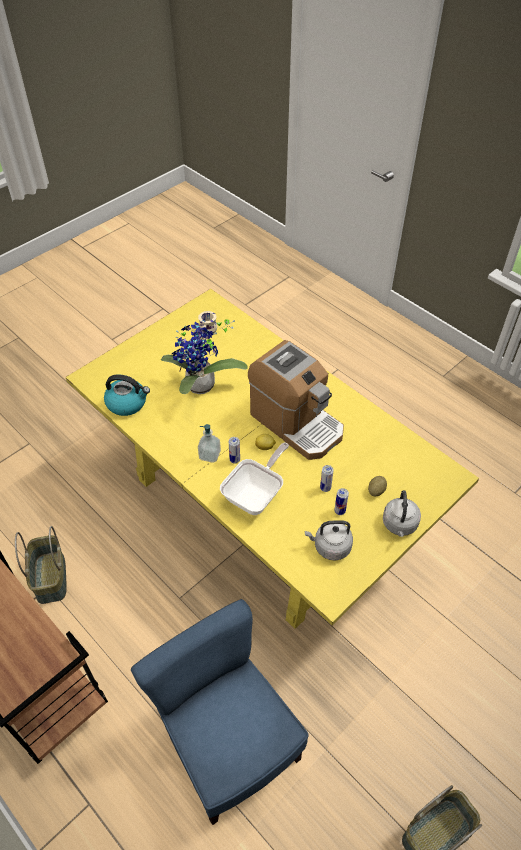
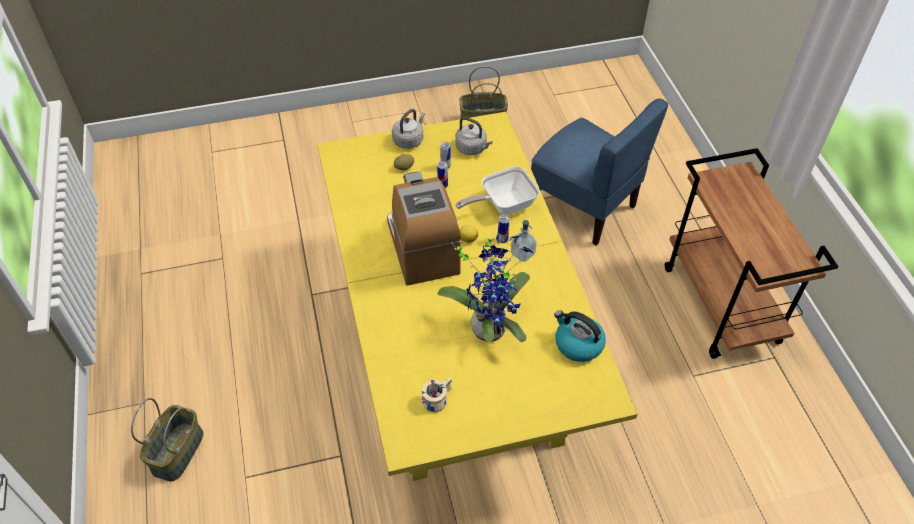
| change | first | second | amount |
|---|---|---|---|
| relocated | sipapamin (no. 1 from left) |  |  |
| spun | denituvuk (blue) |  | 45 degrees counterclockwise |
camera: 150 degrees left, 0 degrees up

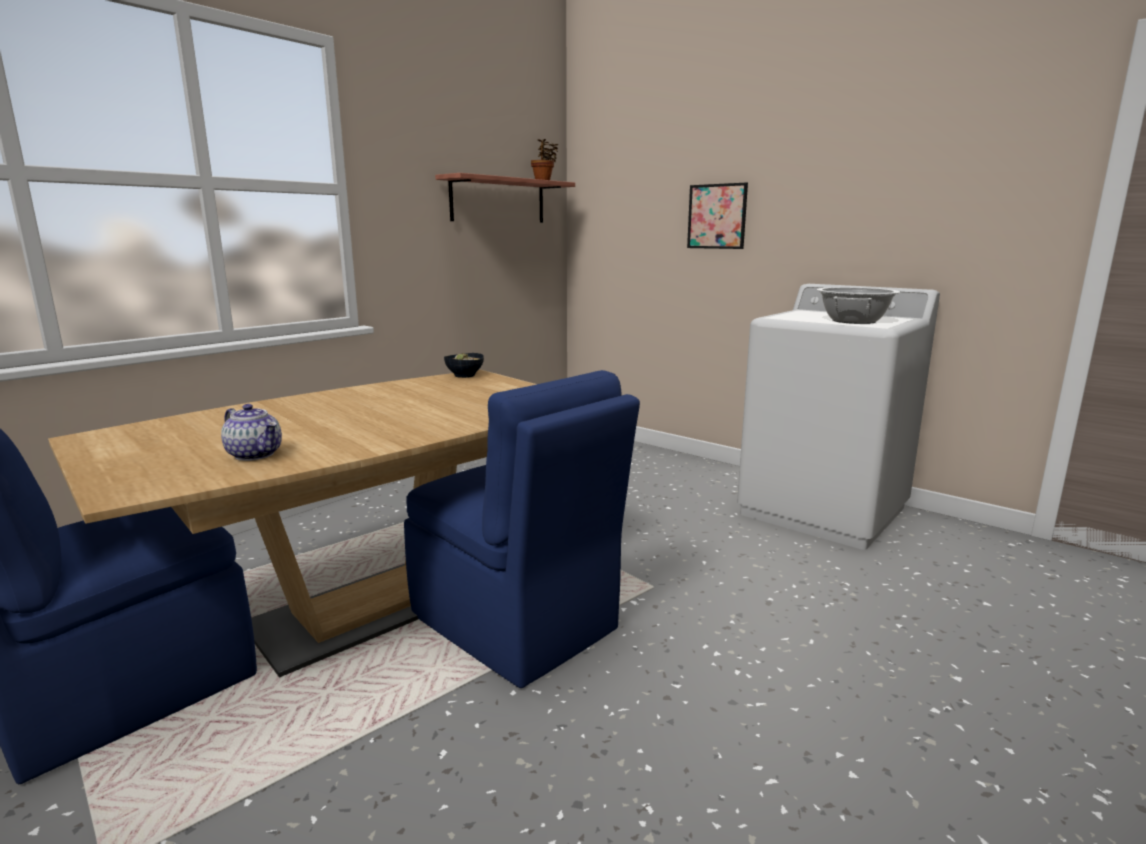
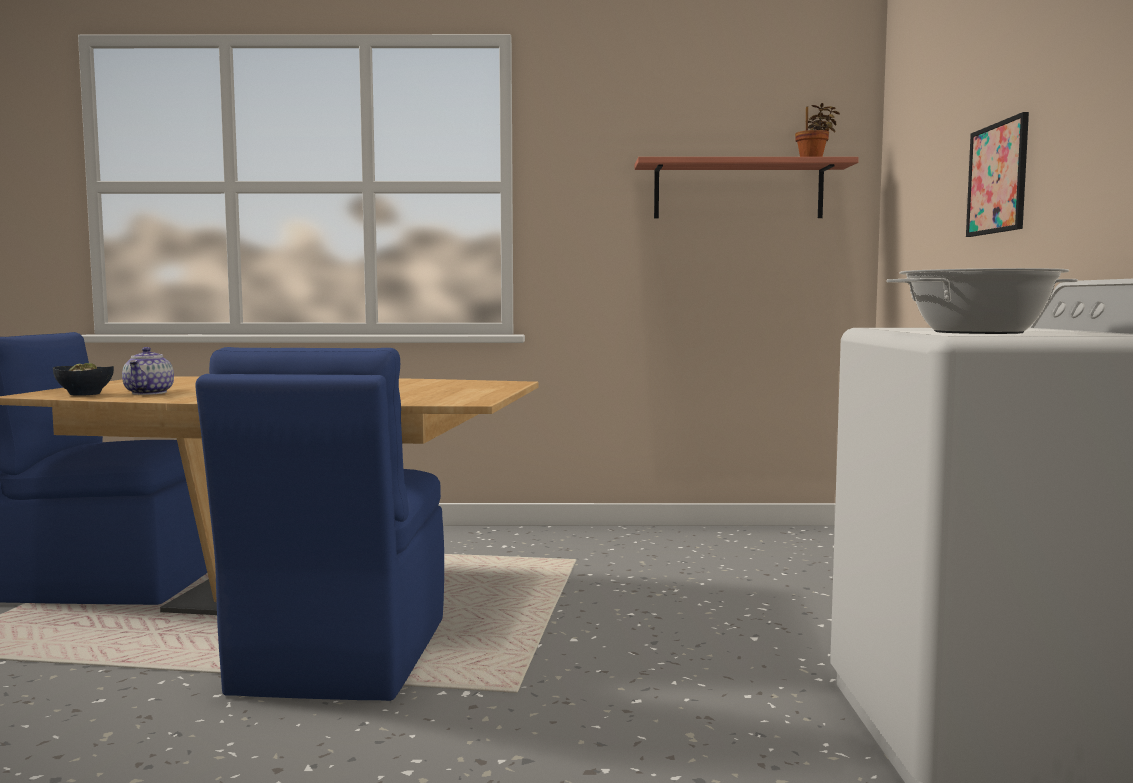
| change | first | second | amount |
|---|---|---|---|
| relocated | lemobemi |  |  |
camera: 50 degrees right, 10 degrees down

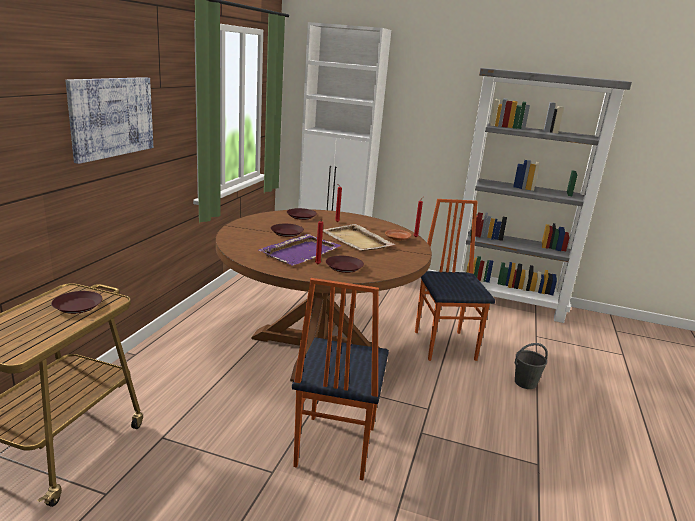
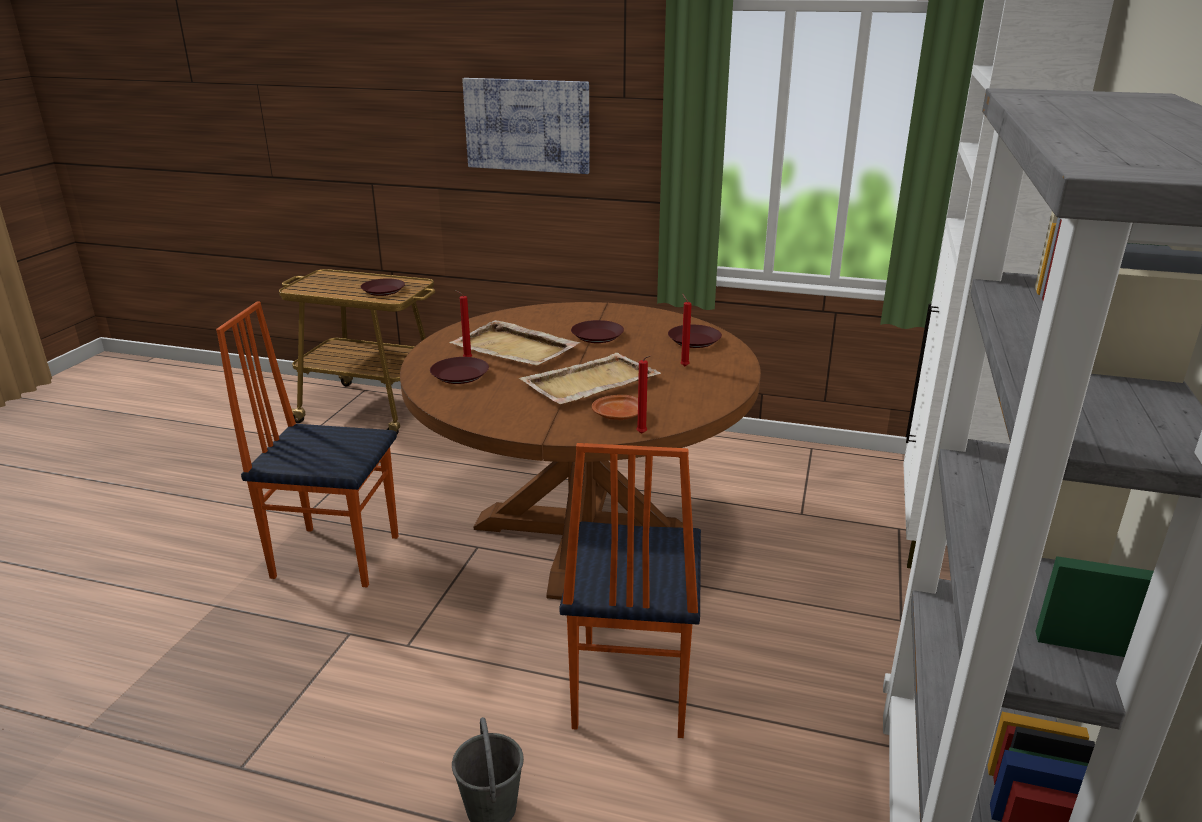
| change | first | second | amount |
|---|---|---|---|
| spun | denituvuk (no. 2 from left) |  | 105 degrees clockwise |
| colour | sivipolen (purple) | sivipolen (beige) (no. 1 from left) |  |
camera: 90 degrees right, 5 degrees up

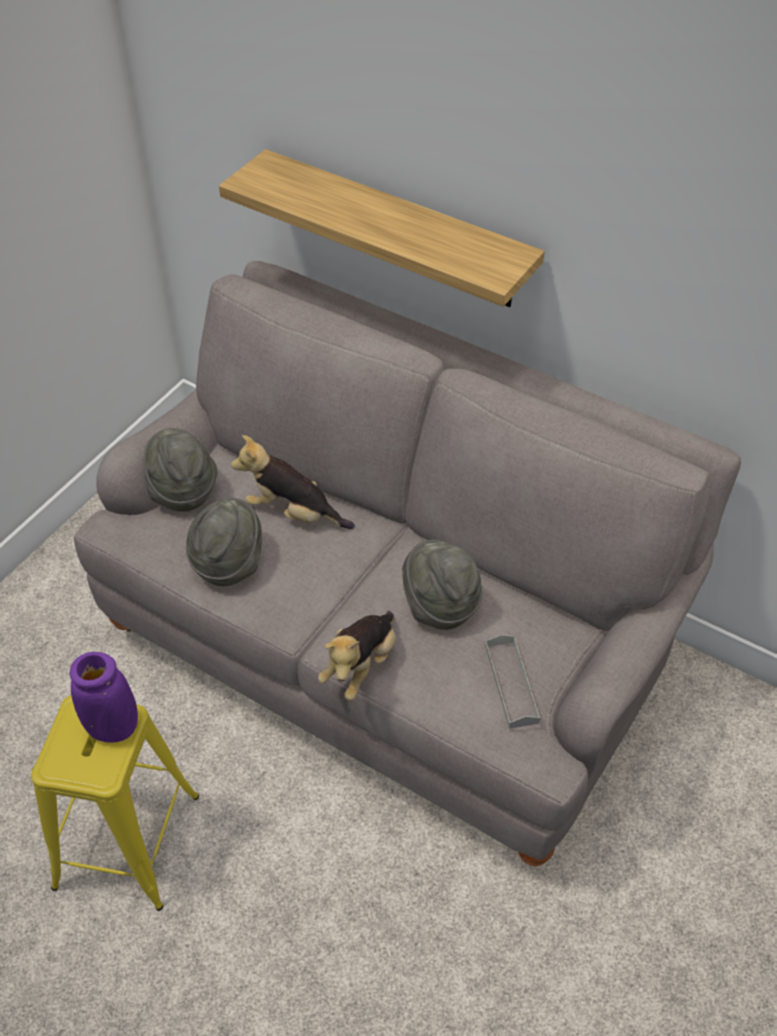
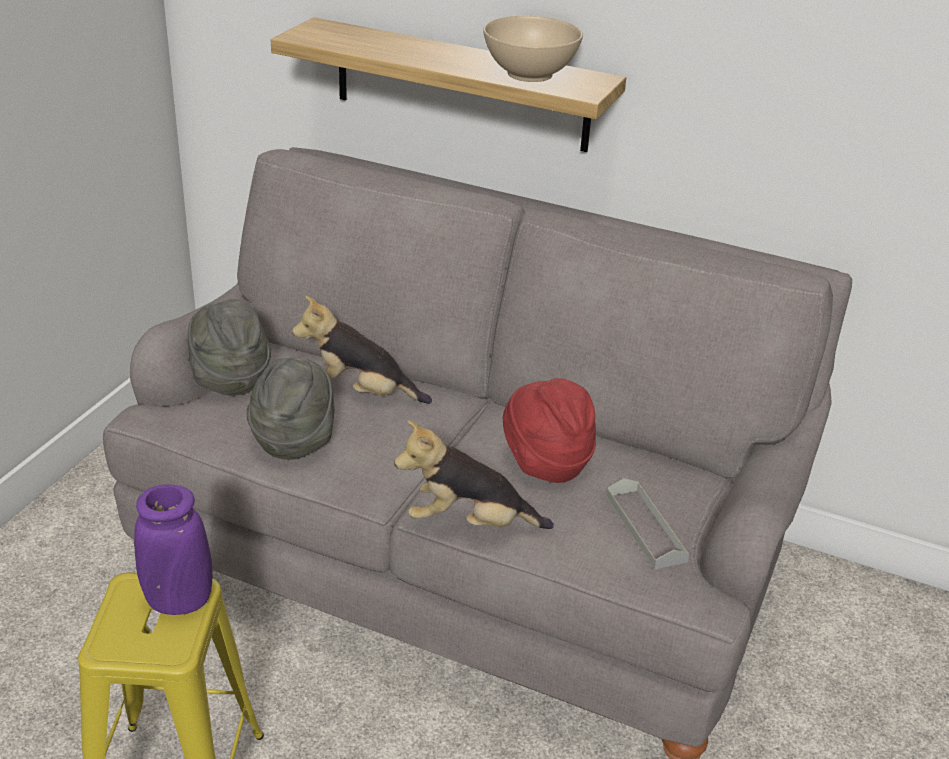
| change | first | second | amount |
|---|---|---|---|
| colour | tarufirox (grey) (no. 3 from left) | tarufirox (red) |  |
| spun | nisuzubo (no. 2 from left) |  | 75 degrees clockwise |
| appeared |  | lemobemi (beige) |  |
camera: 10 degrees left, 15 degrees down

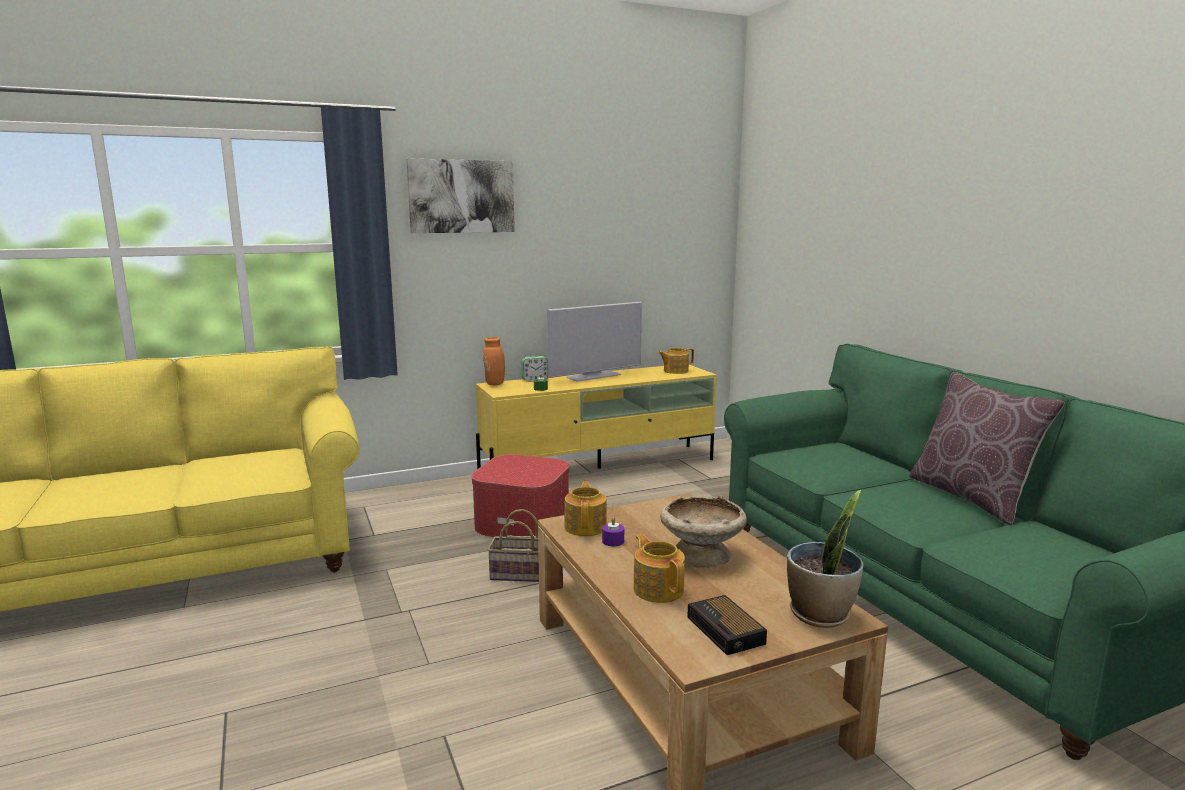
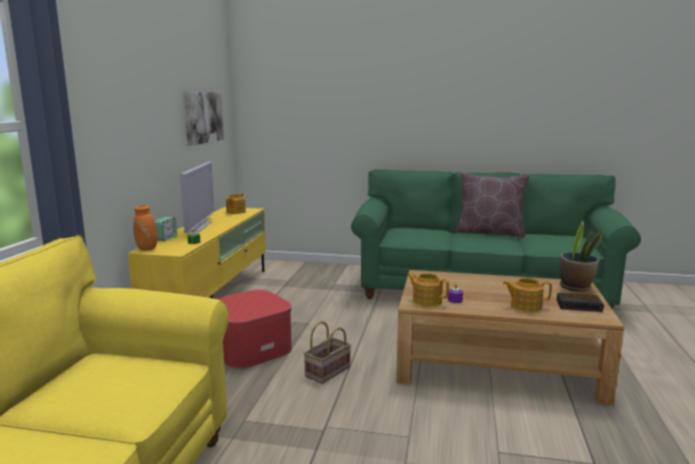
| change | first | second | amount |
|---|---|---|---|
| relocated | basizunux |  |  |
| missing | lemobemi (beige) |  |  |
camera: 55 degrees left, 0 degrees up

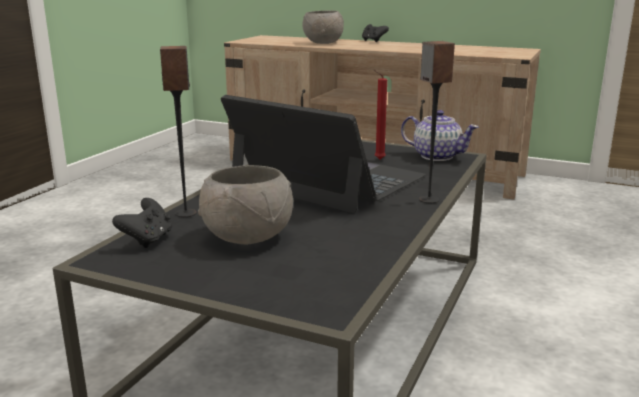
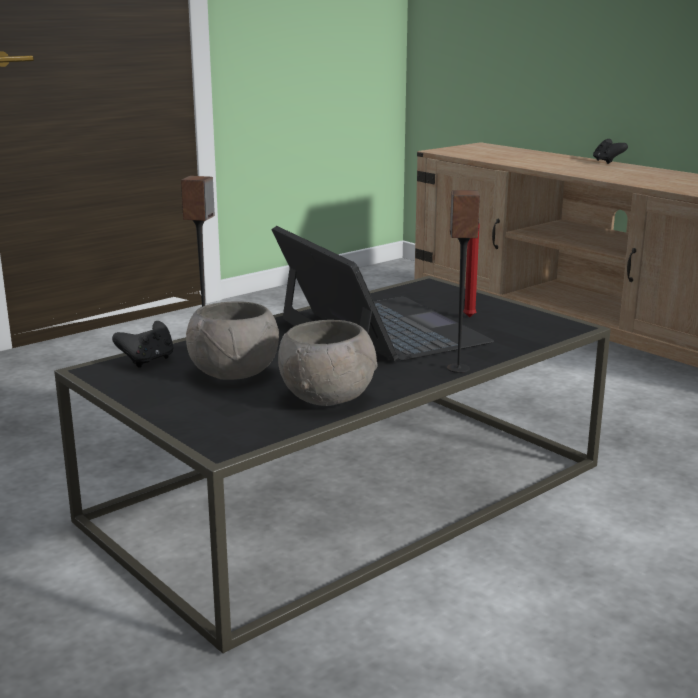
| change | first | second | amount |
|---|---|---|---|
| relocated | lemobemi (grey) (no. 2 from left) |  |  |
| missing | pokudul |  |  |
camera: 25 degrees right, 0 degrees up

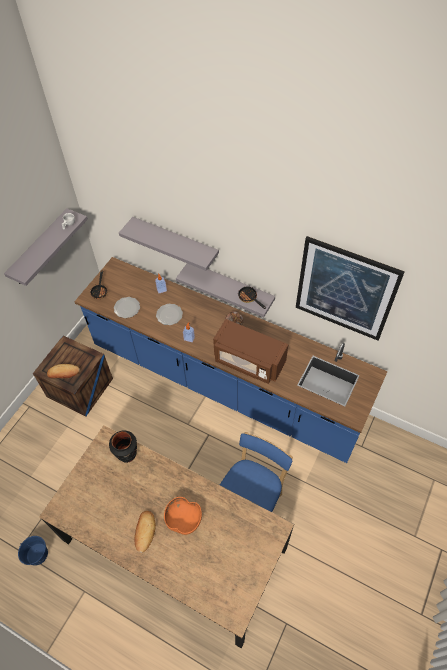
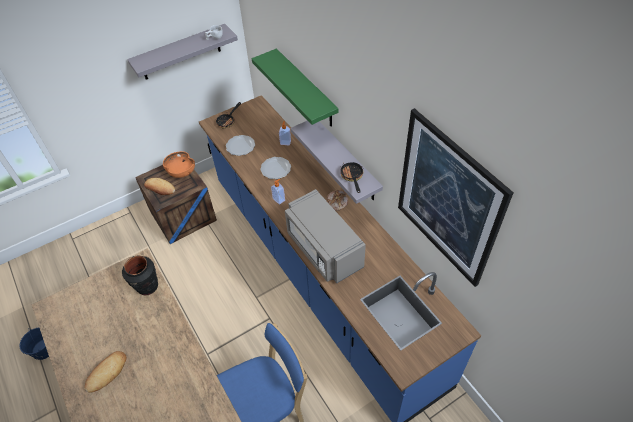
| change | first | second | amount |
|---|---|---|---|
| colour | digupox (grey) (no. 2 from left) | digupox (green) |  |
| colour | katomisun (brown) | katomisun (grey) |  |
| relocated | lemobemi (orange) |  |  |
camera: 30 degrees right, 5 degrees down

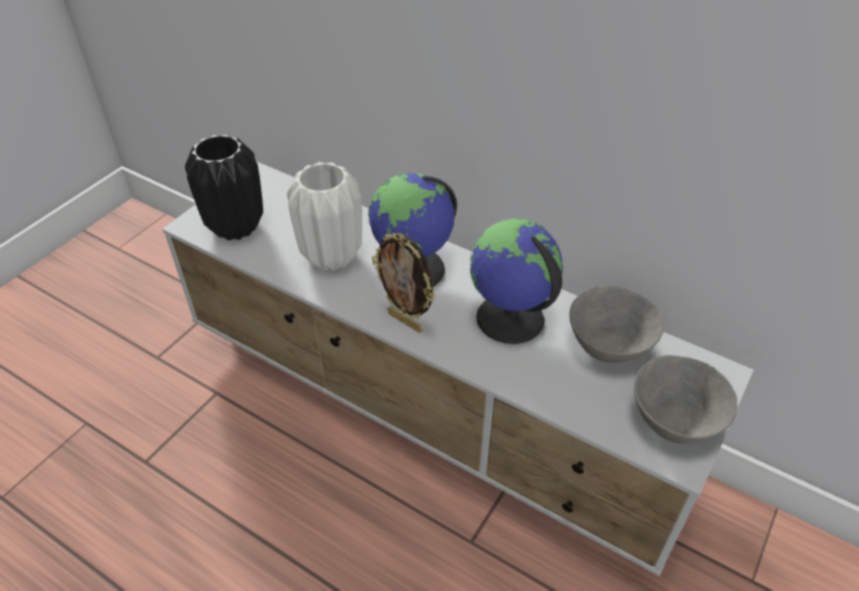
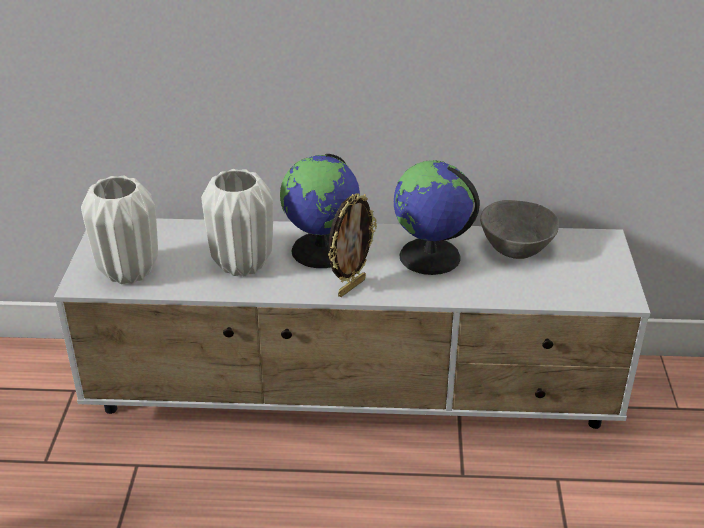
| change | first | second | amount |
|---|---|---|---|
| colour | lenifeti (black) | lenifeti (white) (no. 1 from left) |  |
| spun | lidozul |  | 60 degrees counterclockwise |
| missing | lemobemi (grey) (no. 2 from left) |  |  |
camera: 30 degrees left, 10 degrees down

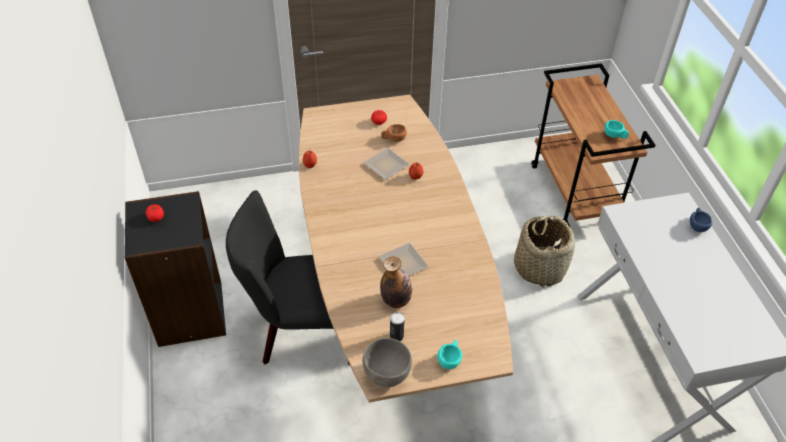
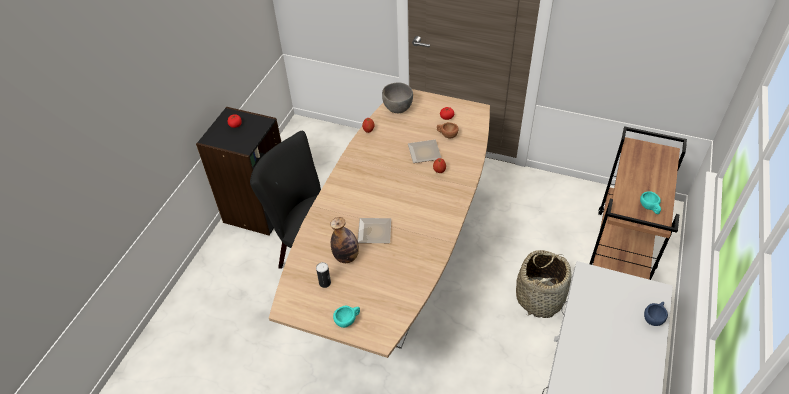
| change | first | second | amount |
|---|---|---|---|
| relocated | lemobemi (grey) |  |  |
camera: 35 degrees right, 0 degrees up

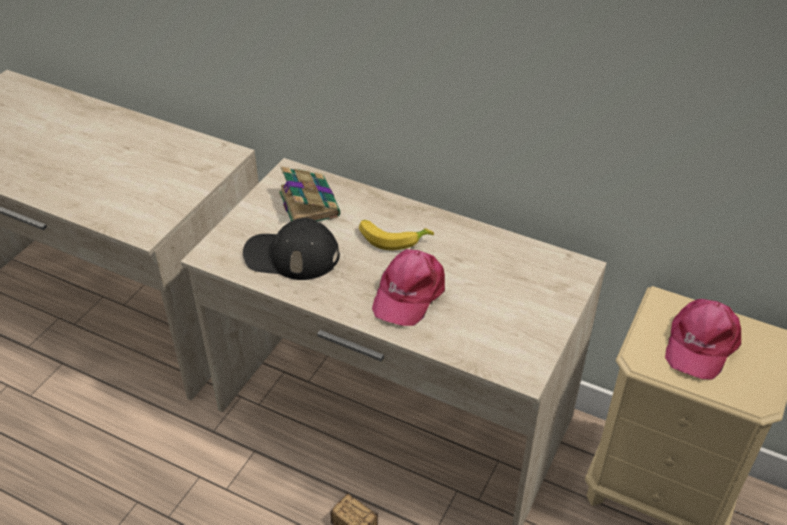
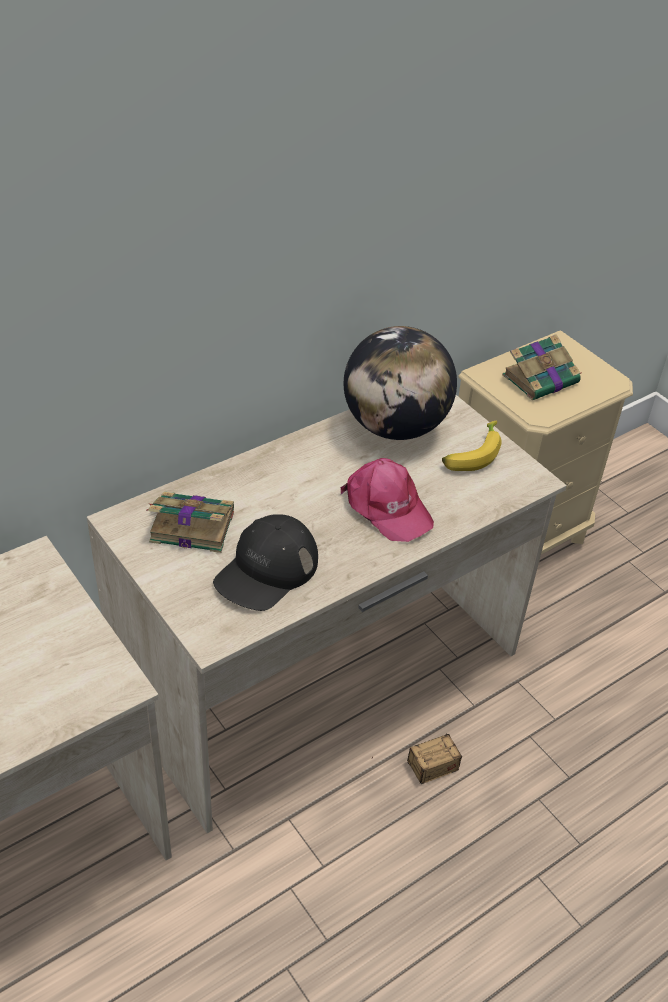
| change | first | second | amount |
|---|---|---|---|
| relocated | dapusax |  |  |
| exchanged | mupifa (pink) (no. 2 from left) | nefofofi (no. 2 from left) |  |
| appeared |  | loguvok |  |
camera: 65 degrees left, 0 degrees up

